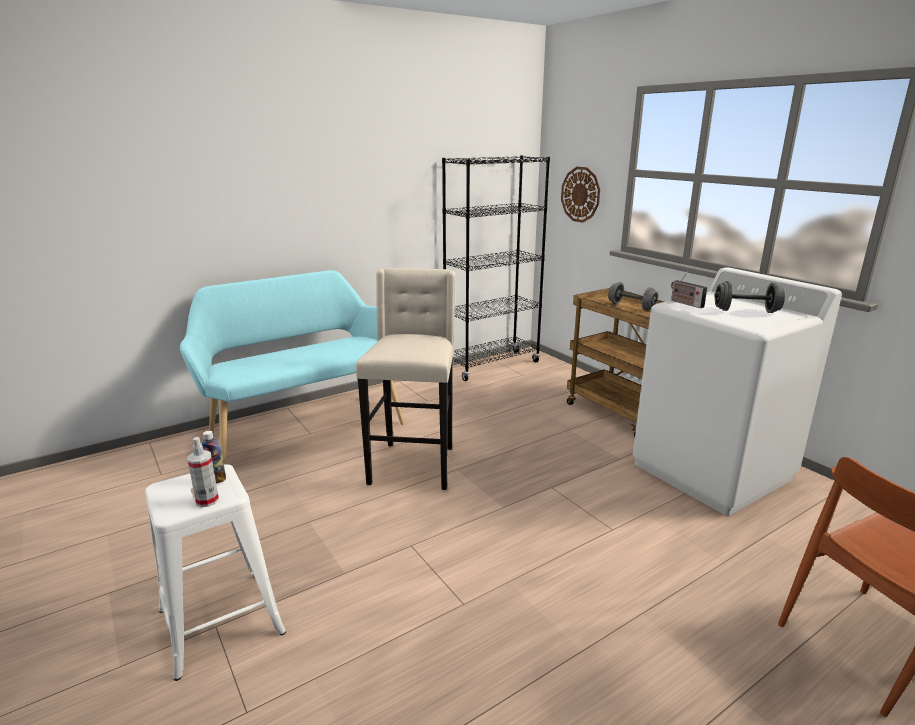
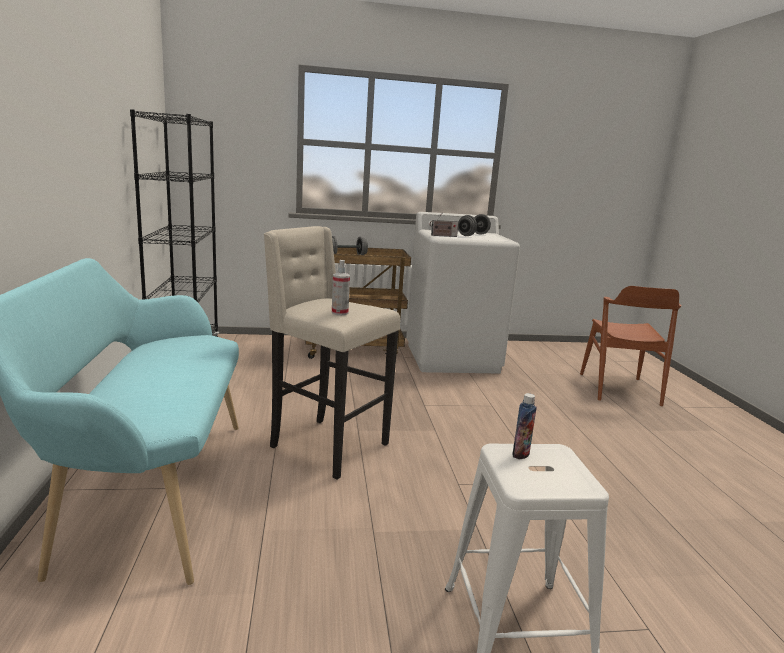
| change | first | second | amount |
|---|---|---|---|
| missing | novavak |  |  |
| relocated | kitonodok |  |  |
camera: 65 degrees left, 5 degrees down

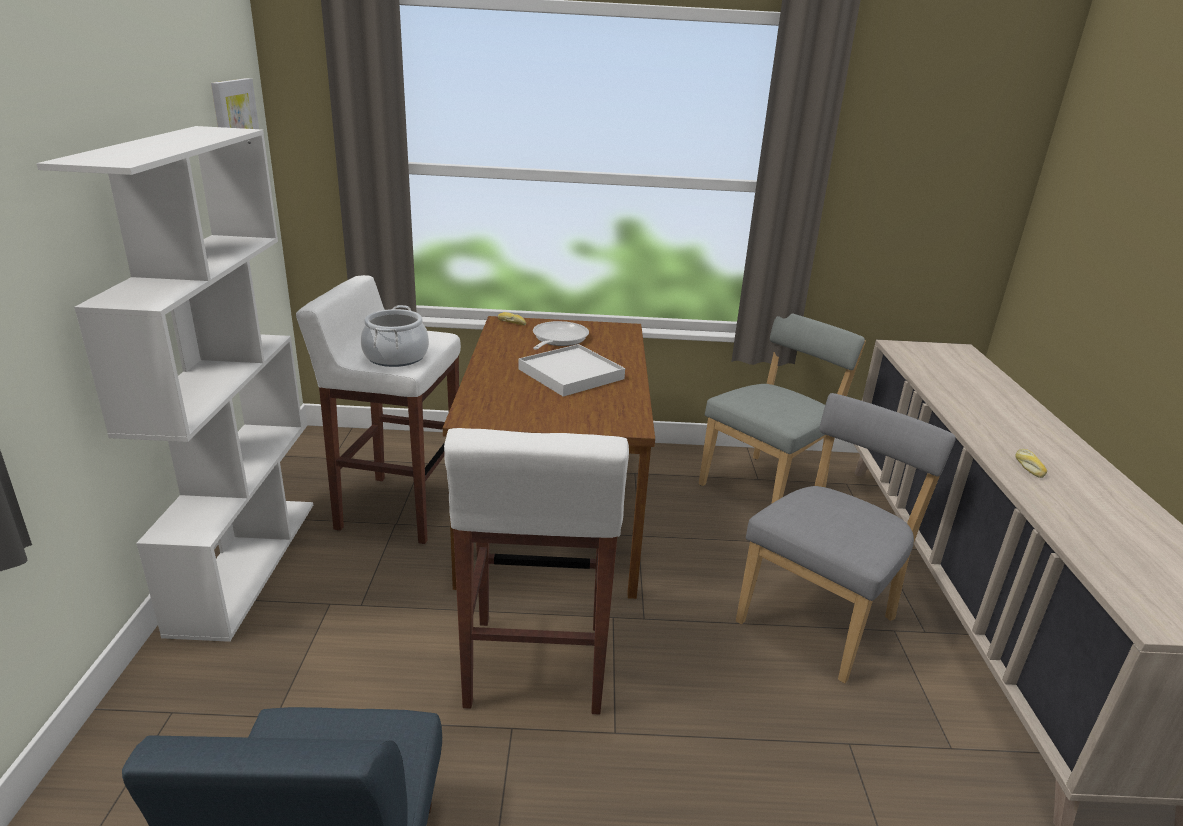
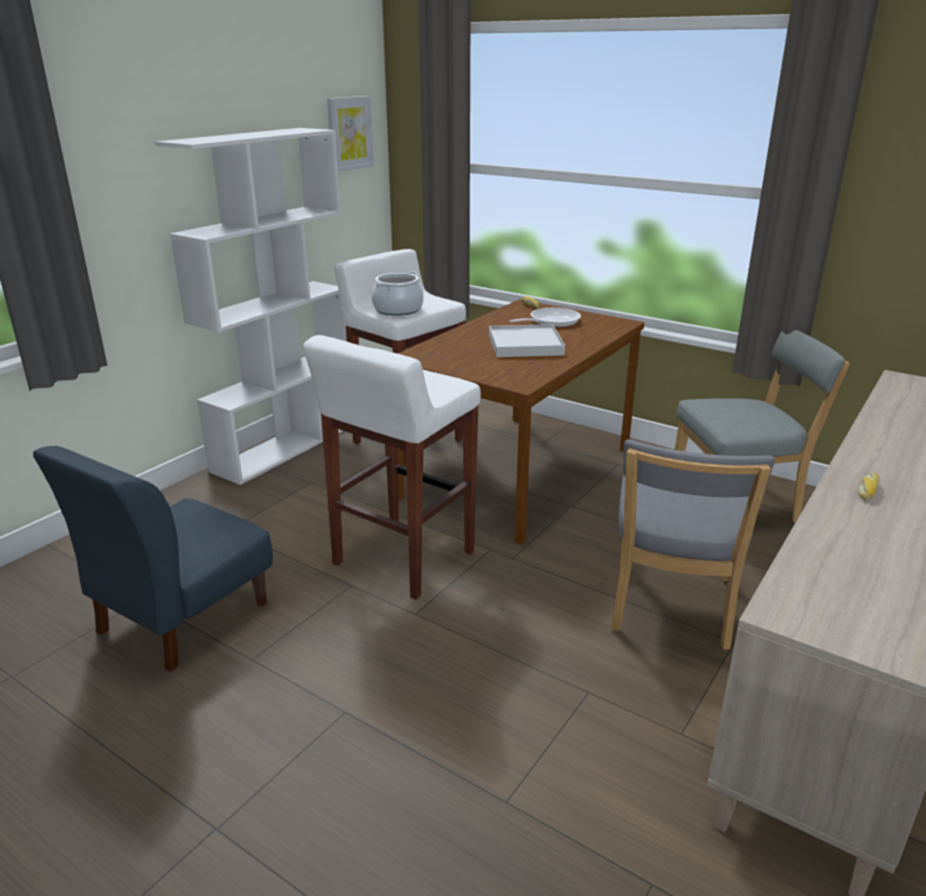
| change | first | second | amount |
|---|---|---|---|
| spun | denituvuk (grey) (no. 2 from left in the first image) | denituvuk (grey) (no. 1 from left) | 120 degrees clockwise |
camera: 35 degrees right, 0 degrees up

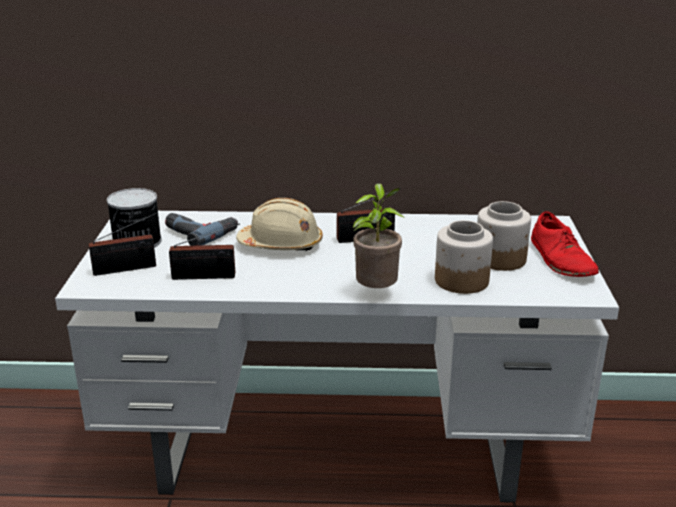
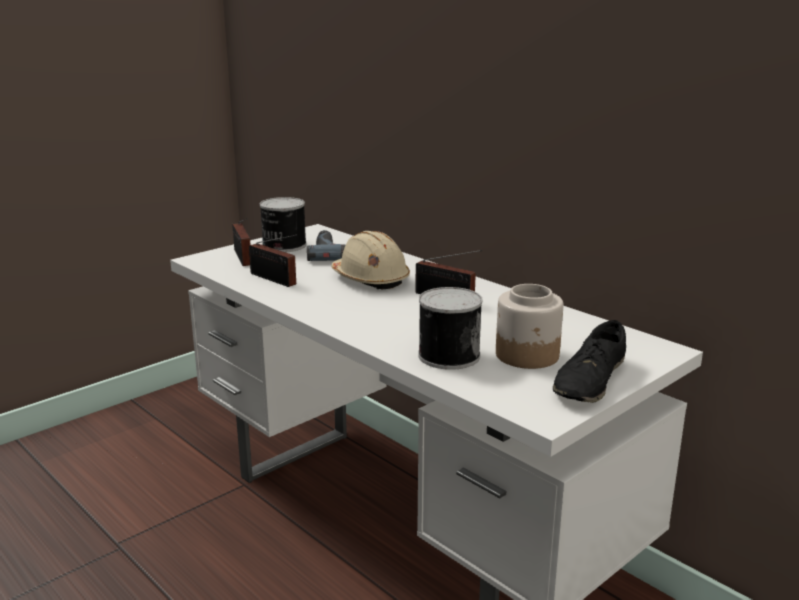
| change | first | second | amount |
|---|---|---|---|
| missing | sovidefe |  |  |
| colour | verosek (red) | verosek (black) |  |
| spun | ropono (no. 1 from left) |  | 45 degrees clockwise |
| exchanged | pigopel (no. 1 from left) | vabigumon (no. 2 from left) |  |
camera: 45 degrees right, 5 degrees down

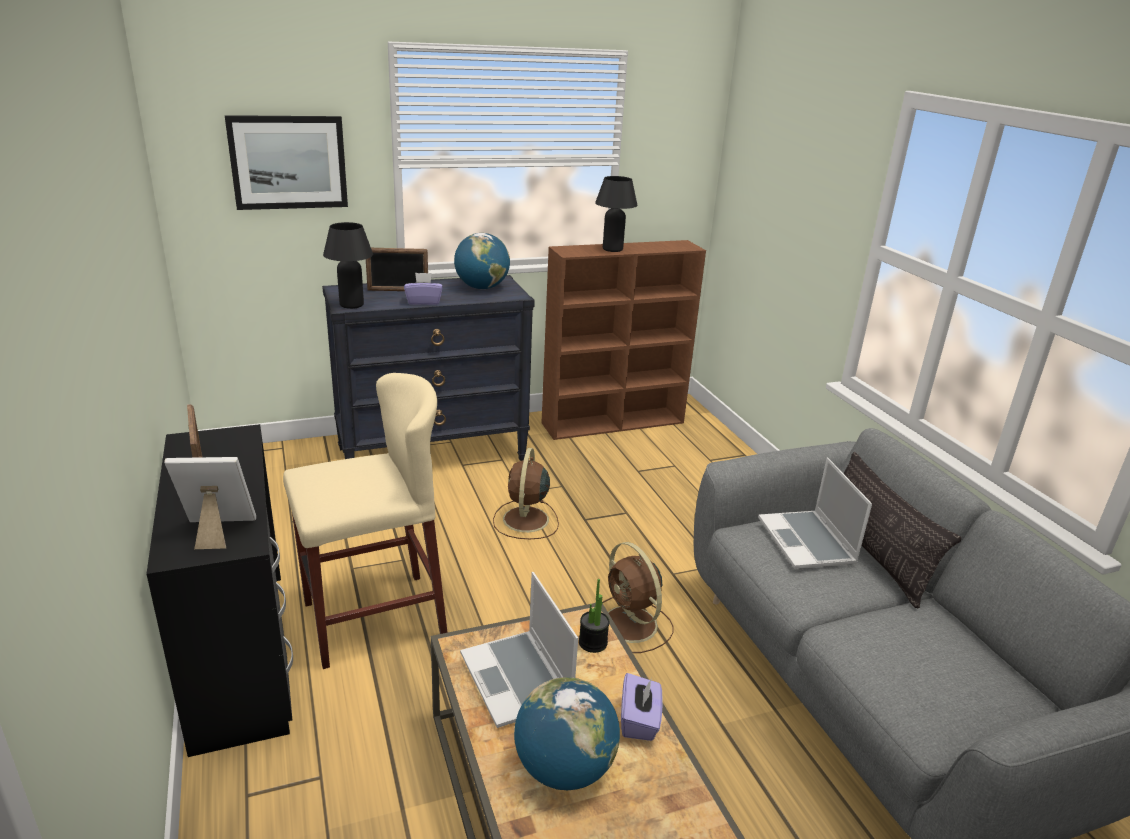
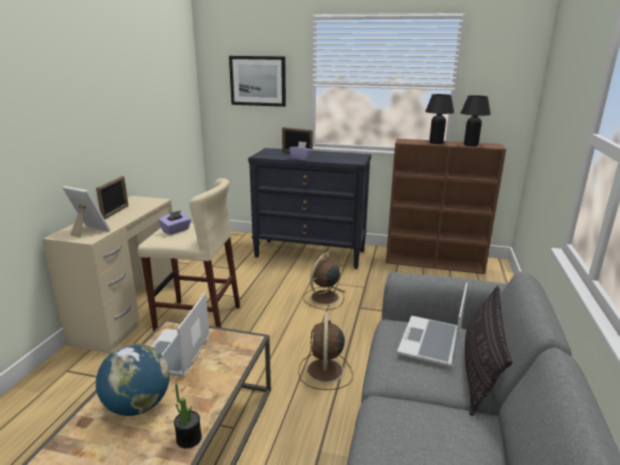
| change | first | second | amount |
|---|---|---|---|
| relocated | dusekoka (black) (no. 1 from left in the first image) | dusekoka (black) (no. 2 from left) |  |
| missing | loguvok (no. 1 from left) |  |  |
| colour | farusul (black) | farusul (beige) |  |
| relocated | sovidefe |  |  |
| relocated | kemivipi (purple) (no. 2 from left in the first image) | kemivipi (purple) (no. 1 from left) |  |
camera: 35 degrees right, 5 degrees down

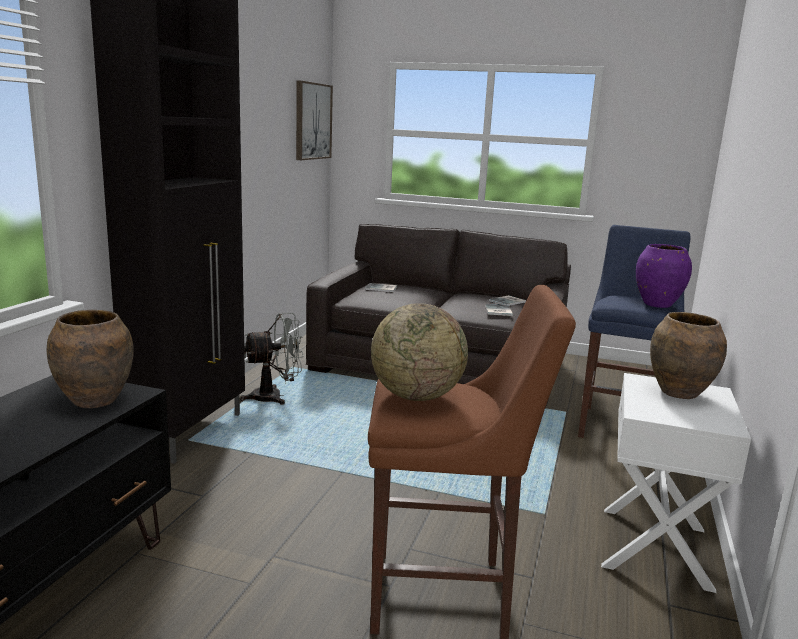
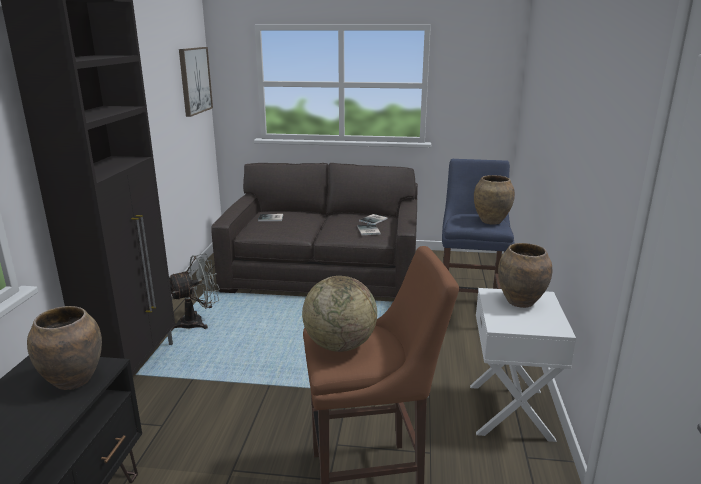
| change | first | second | amount |
|---|---|---|---|
| colour | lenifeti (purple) | lenifeti (brown) (no. 2 from left) |  |
camera: 10 degrees left, 5 degrees up

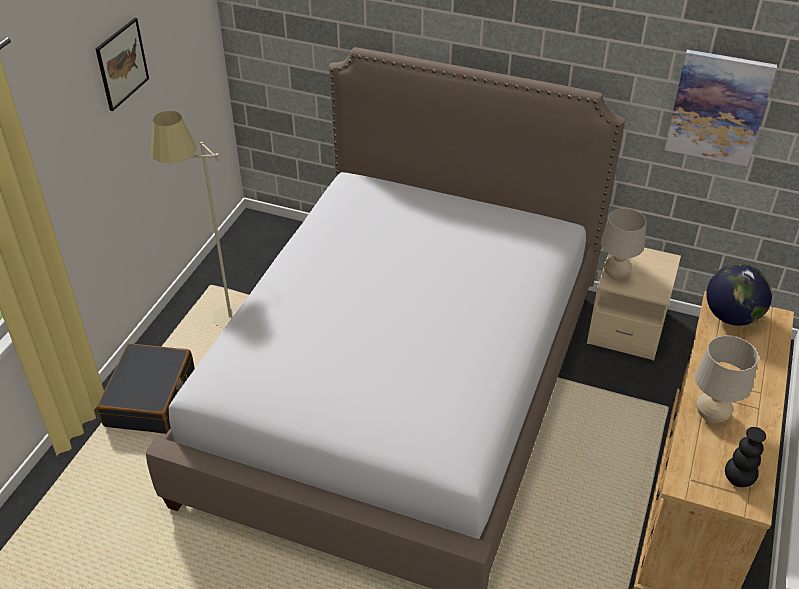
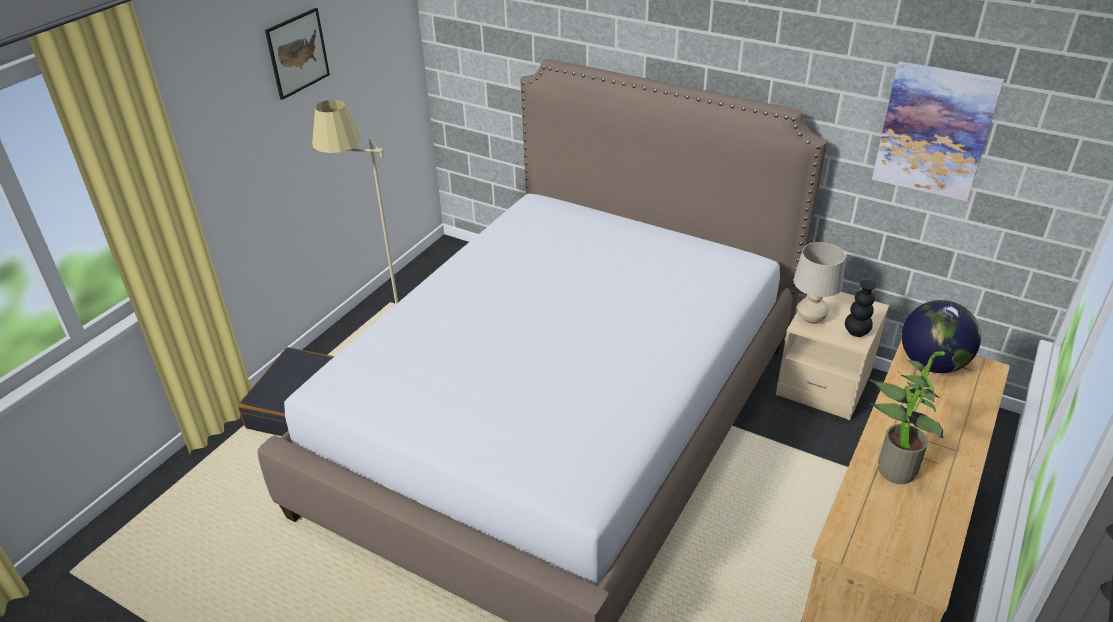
| change | first | second | amount |
|---|---|---|---|
| exchanged | dusekoka (beige) (no. 2 from left) | sovidefe |  |
| relocated | lenifeti (black) |  |  |
camera: 10 degrees right, 5 degrees down

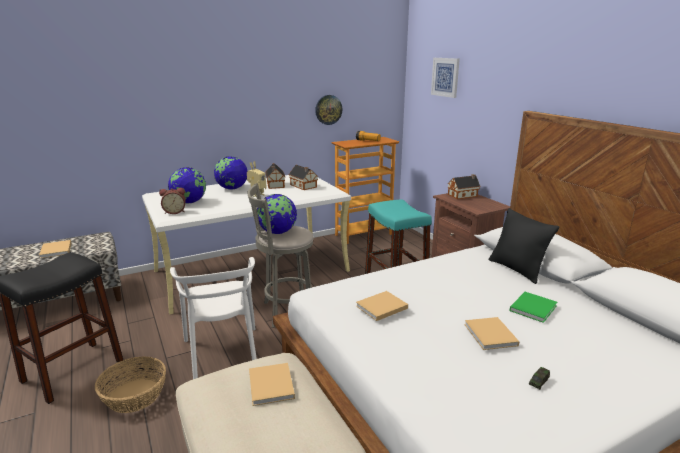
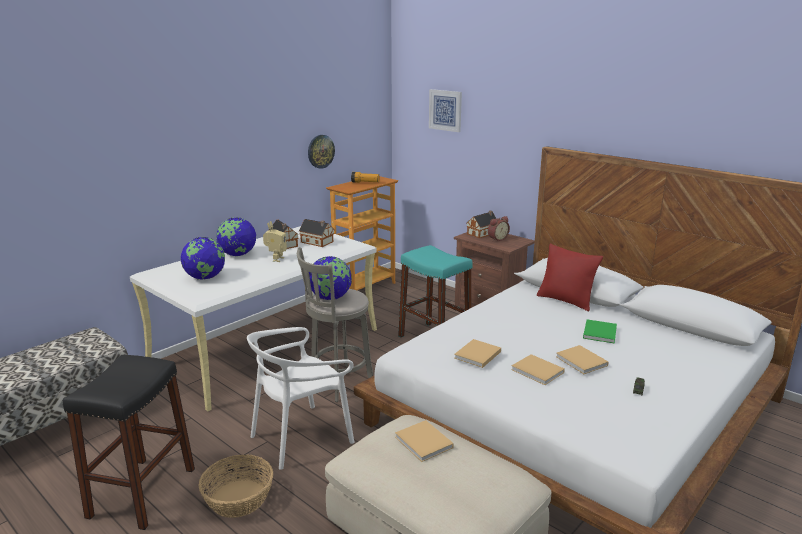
| change | first | second | amount |
|---|---|---|---|
| relocated | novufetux |  |  |
| colour | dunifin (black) | dunifin (red) |  |
| relocated | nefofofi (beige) (no. 1 from left in the first image) | nefofofi (beige) (no. 3 from left) |  |
| spun | denituvuk (white) |  | 90 degrees clockwise |
camera: 20 degrees left, 0 degrees up

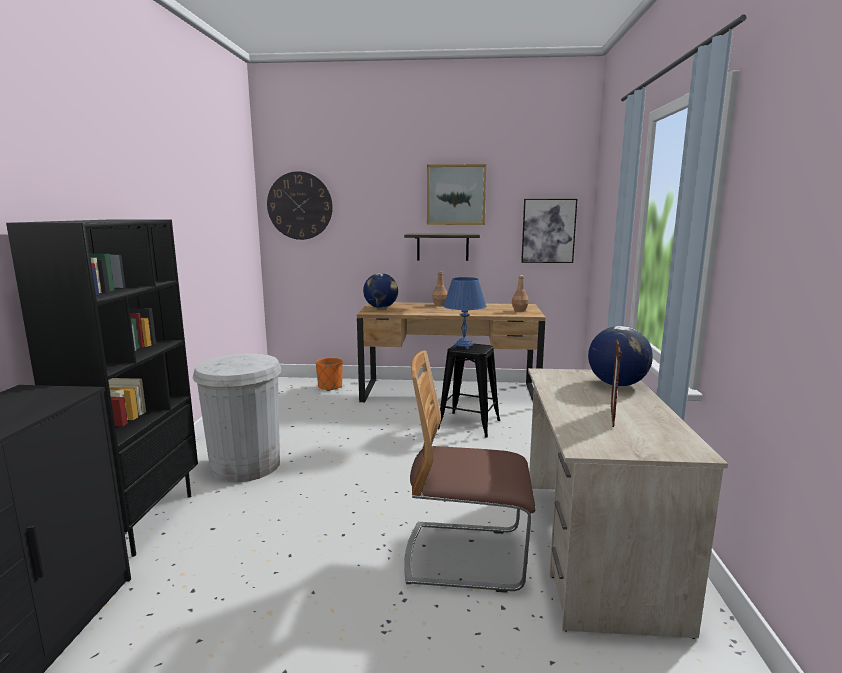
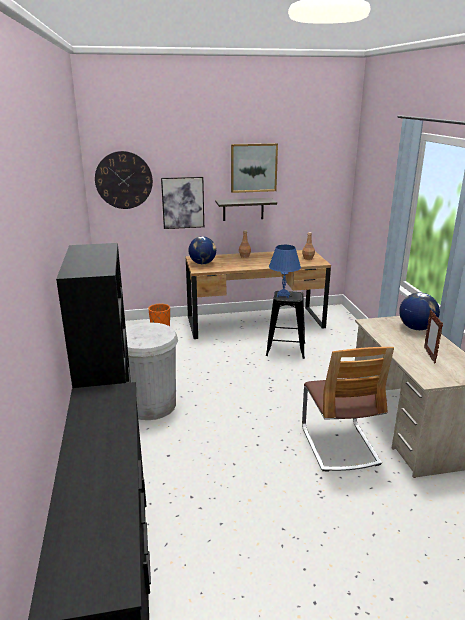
| change | first | second | amount |
|---|---|---|---|
| relocated | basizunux (no. 2 from left in the first image) | basizunux (no. 1 from left) |  |
| spun | denituvuk |  | 90 degrees counterclockwise |
camera: 15 degrees left, 10 degrees up

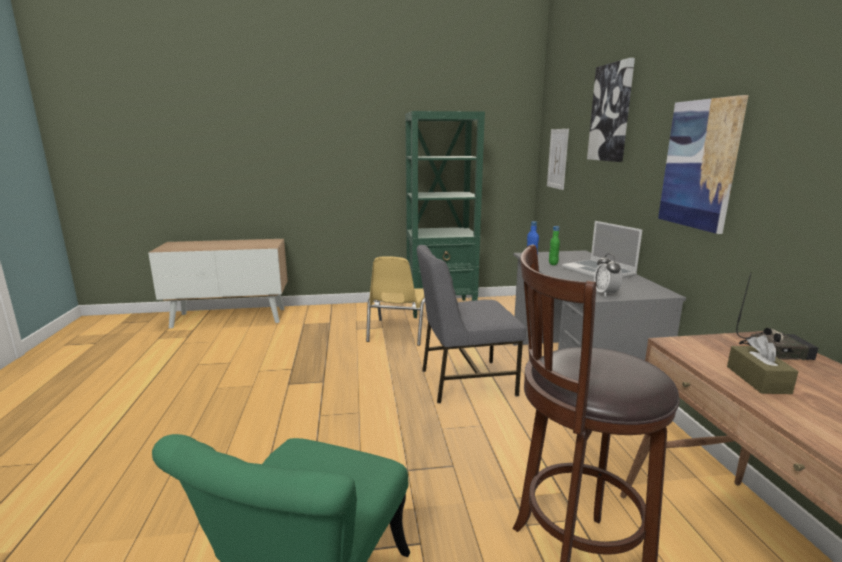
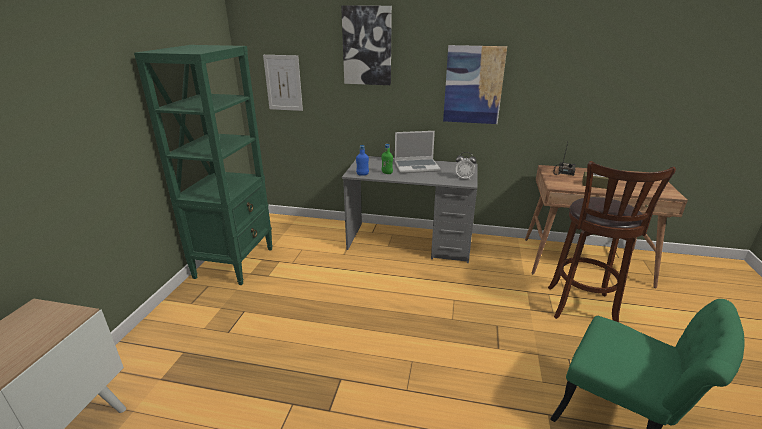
| change | first | second | amount |
|---|---|---|---|
| missing | denituvuk (grey) |  |  |
| missing | denituvuk (yellow) |  |  |
camera: 70 degrees left, 10 degrees up

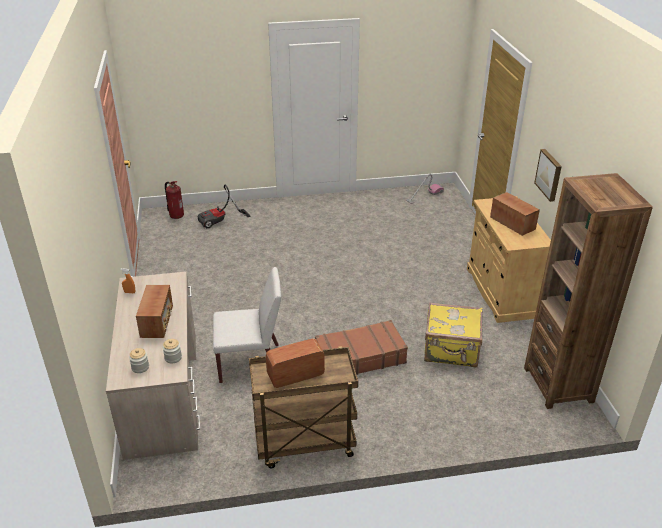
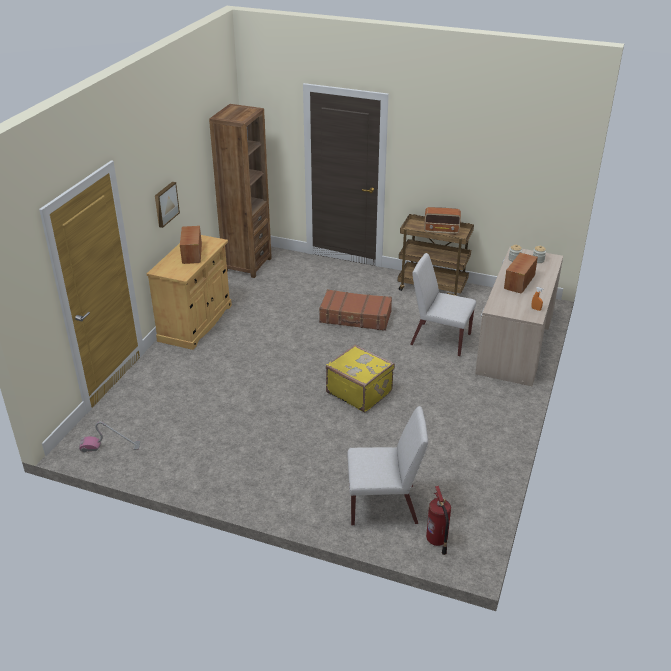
| change | first | second | amount |
|---|---|---|---|
| exchanged | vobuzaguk (no. 1 from left) | denituvuk (white) (no. 1 from left) |  |
| relocated | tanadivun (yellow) |  |  |
camera: 150 degrees left, 0 degrees up

